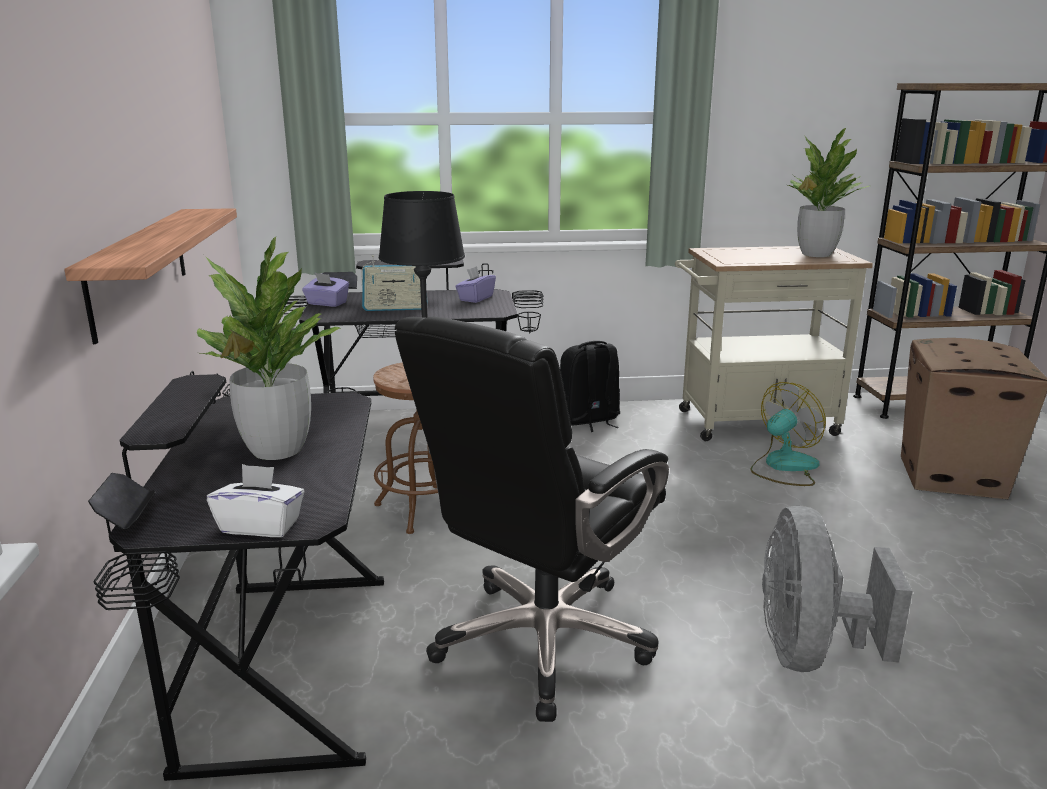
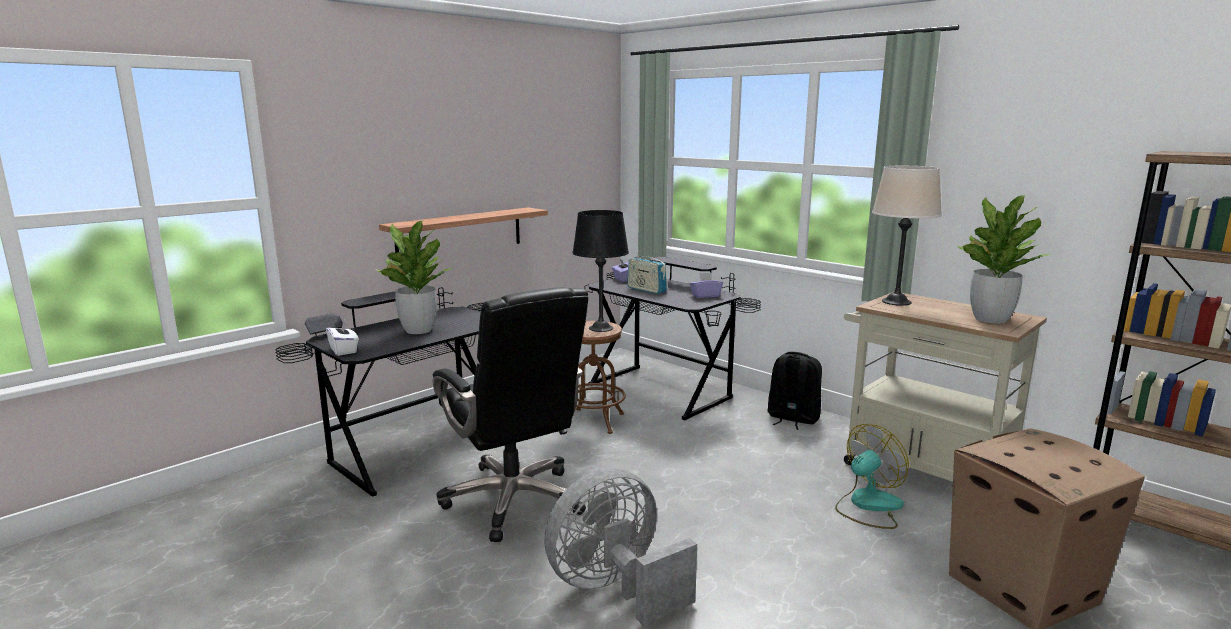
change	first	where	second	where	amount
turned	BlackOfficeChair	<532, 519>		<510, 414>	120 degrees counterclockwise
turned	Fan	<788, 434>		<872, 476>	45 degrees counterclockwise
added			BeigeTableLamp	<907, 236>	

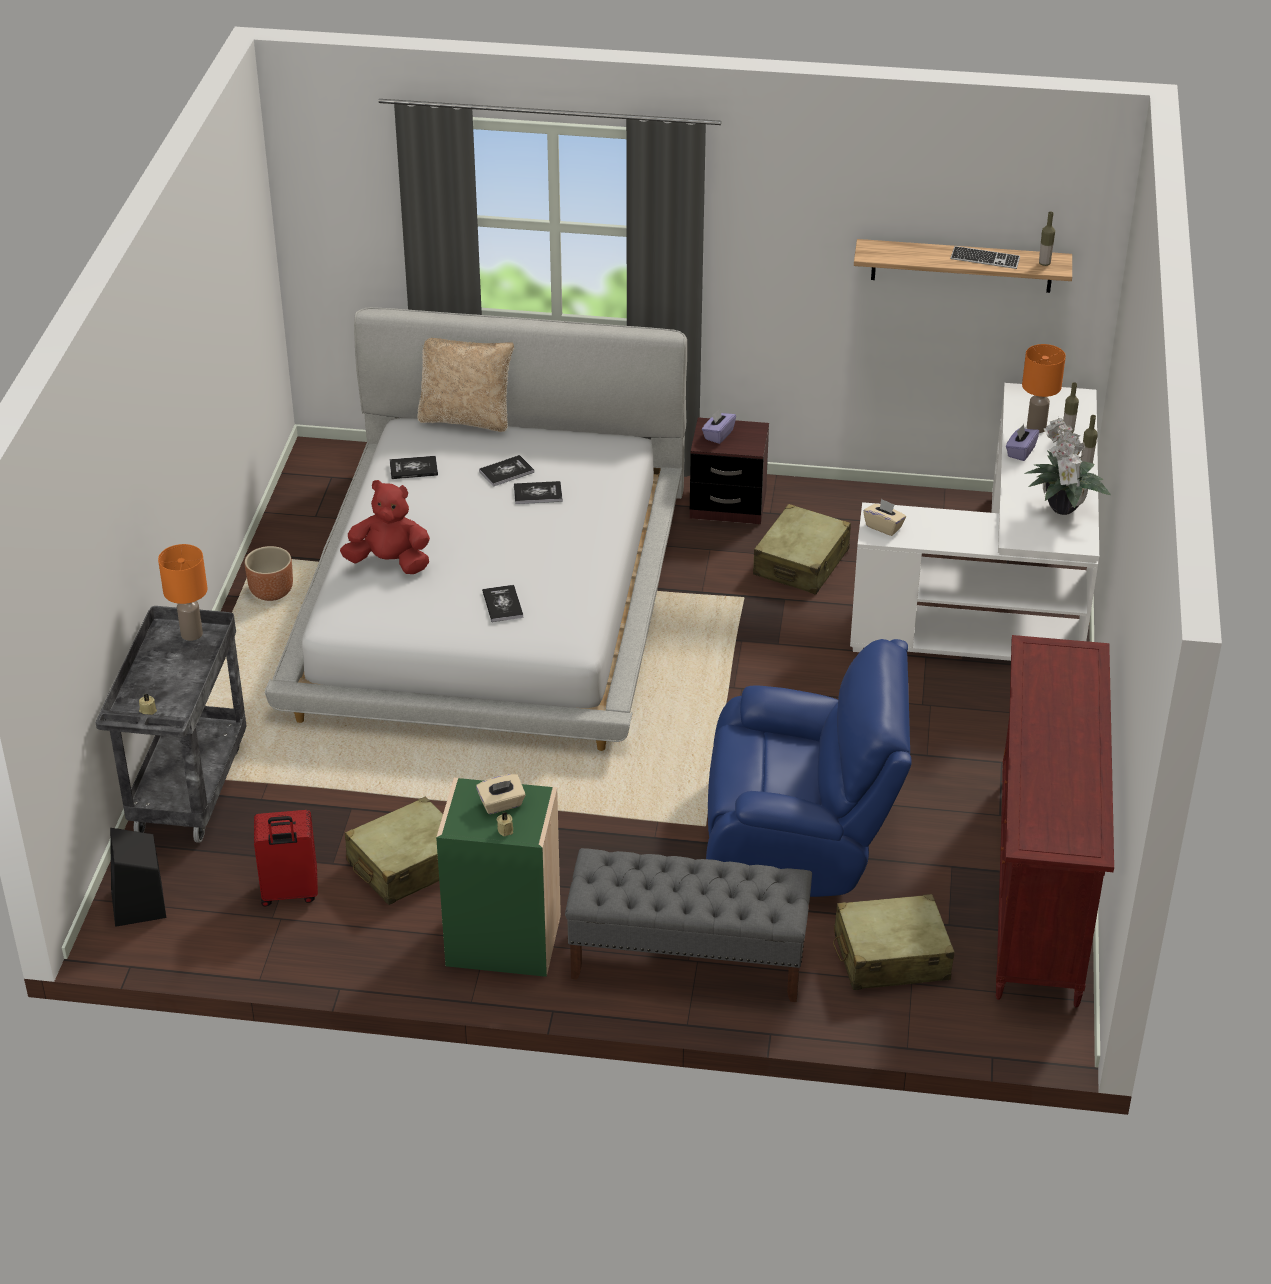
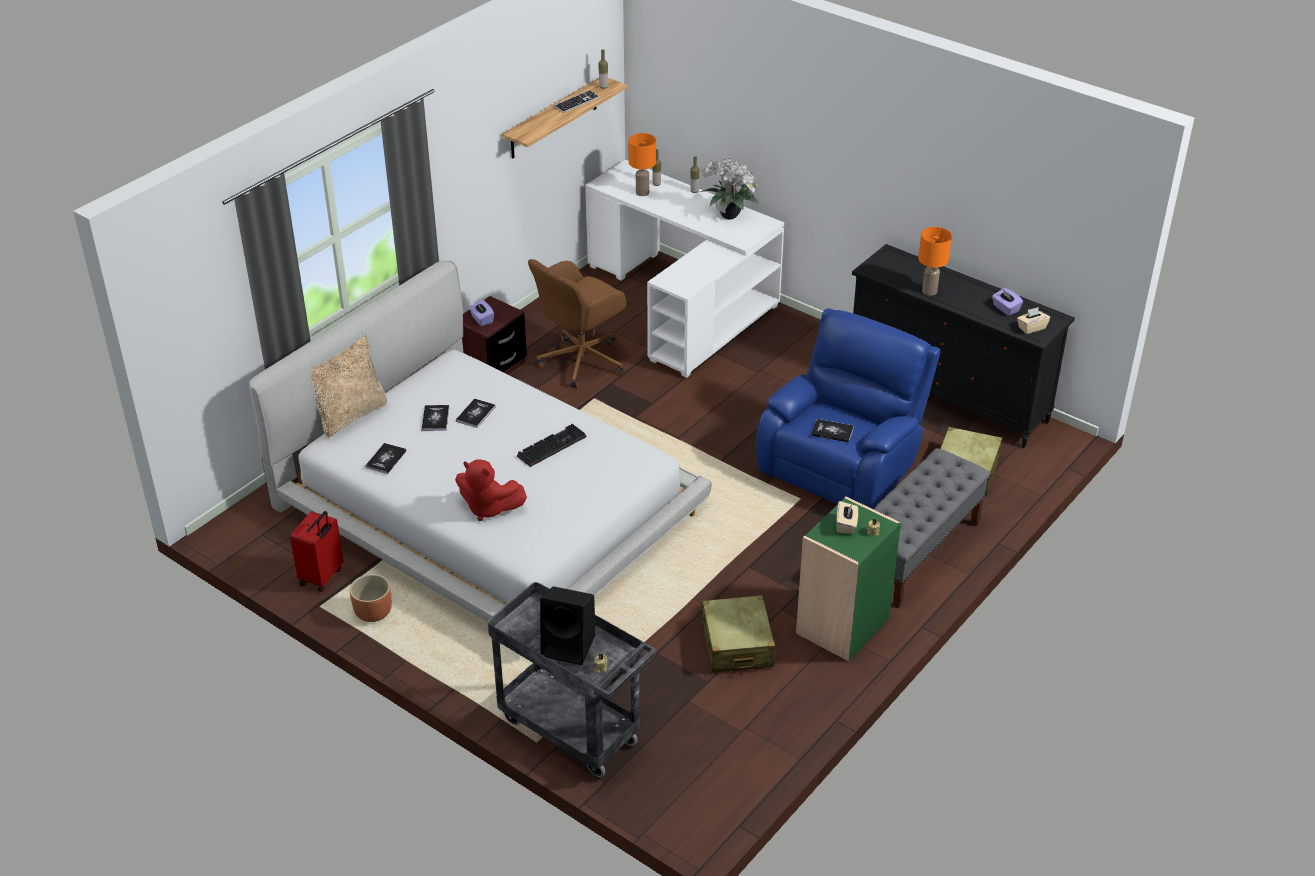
change	first	where	second	where	amount
moved	BlackSpeaker	<138, 877>		<567, 625>	
moved	OrangeTableLamp	<183, 592>		<935, 261>	
moved	RedSuitcase	<286, 858>		<316, 551>	
turned	RedPlushToy	<385, 527>		<491, 490>	105 degrees counterclockwise
moved	Book	<503, 603>		<832, 431>	
replaced	BeigeSuitcase	<802, 549>	BrownOfficeChair	<577, 323>	
moved	BeigeTissueBox	<884, 517>		<1033, 320>	
recoloured	RedDresser	<1054, 821>	BlackDresser	<963, 346>	
moved	PurpleTissueBox	<1022, 442>		<1007, 302>	
added			Keyboard	<551, 445>	

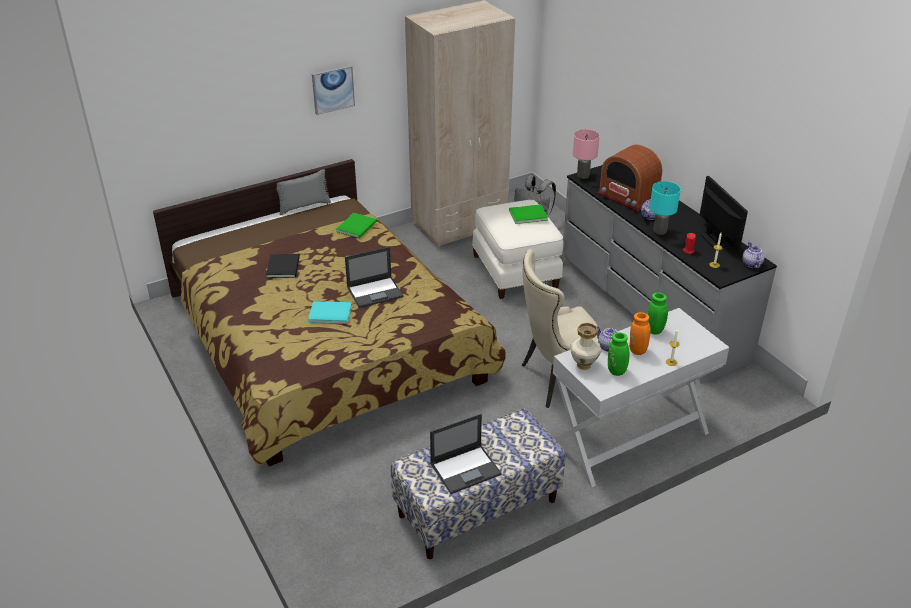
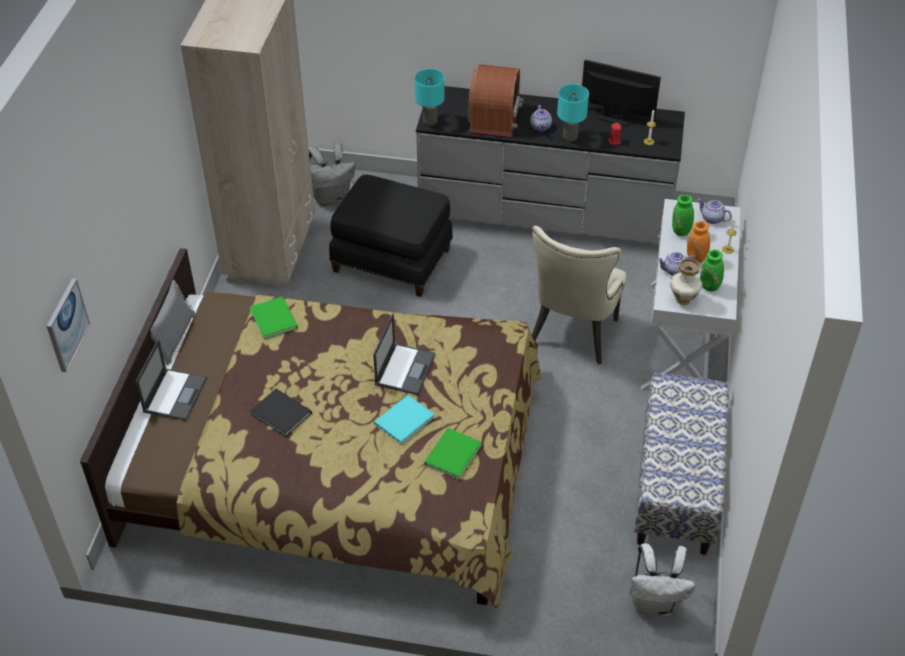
change	first	where	second	where	amount
moved	Picture	<333, 90>		<68, 325>	
moved	Laptop	<466, 454>		<171, 380>	
recoloured	WhiteOttoman	<518, 249>	BlackOttoman	<391, 236>	
moved	GreenBook	<528, 214>		<453, 453>	
recoloured	PinkTableLamp	<586, 154>	TurquoiseTableLamp	<430, 97>	
turned	Radio	<629, 178>		<495, 101>	75 degrees counterclockwise
moved	Teapot	<753, 255>		<715, 211>	
added			WhiteBackpack	<662, 579>	

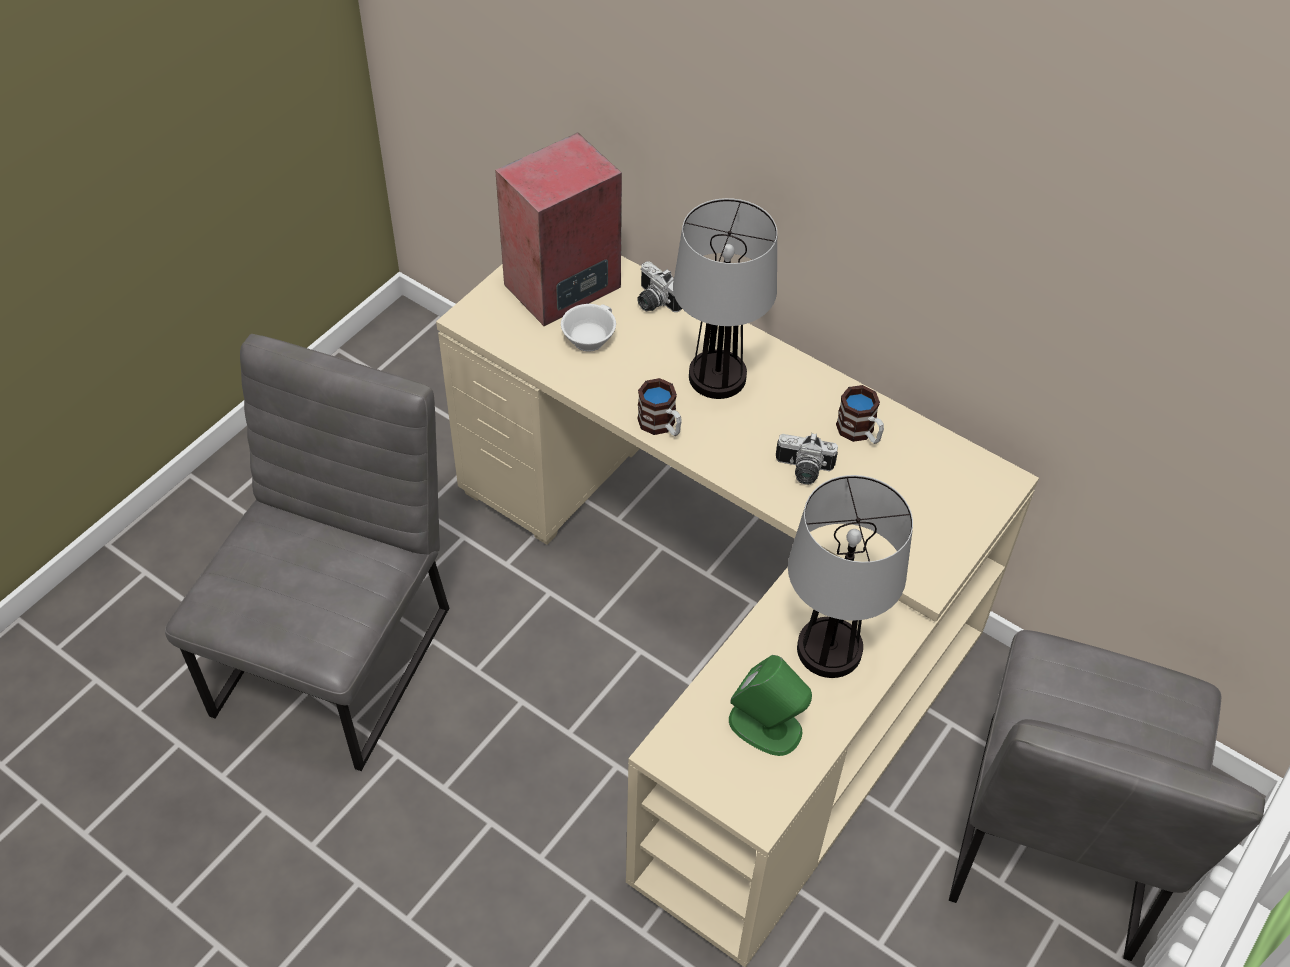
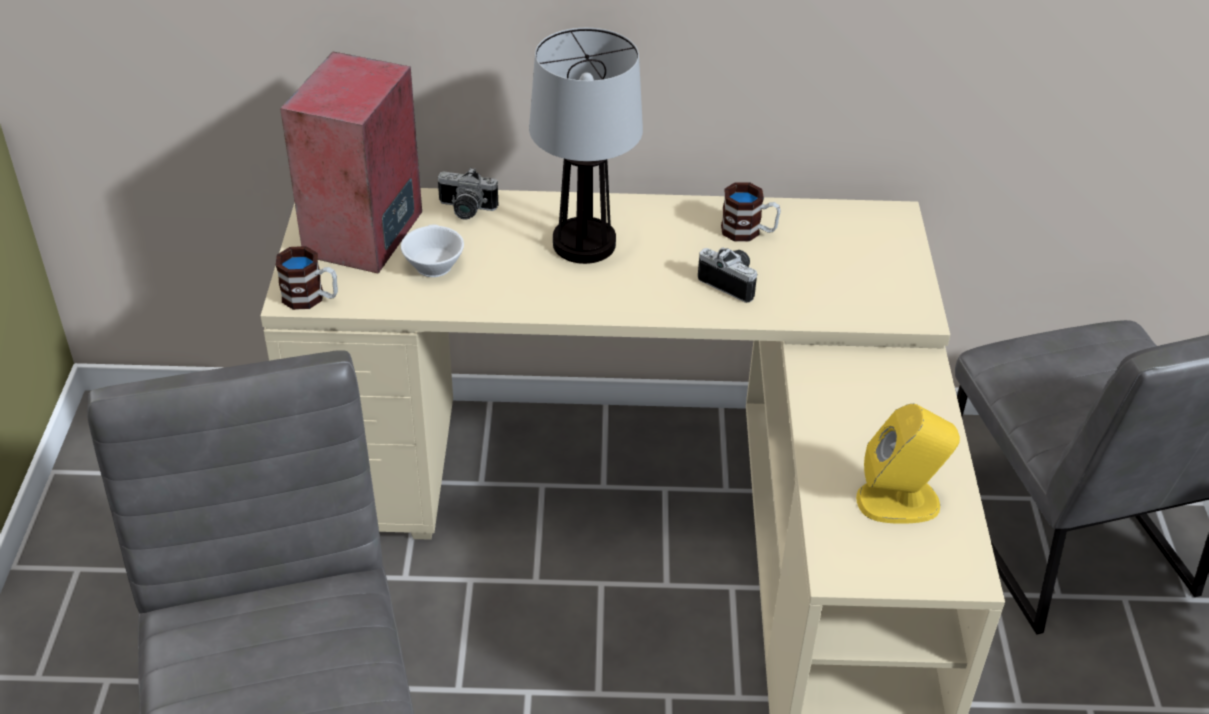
change	first	where	second	where	amount
moved	Mug	<659, 407>		<307, 278>	
recoloured	GreenSpeaker	<770, 705>	YellowSpeaker	<908, 464>	
turned	PhotoCamera	<807, 459>		<728, 275>	120 degrees counterclockwise
removed	TableLamp	<850, 576>			

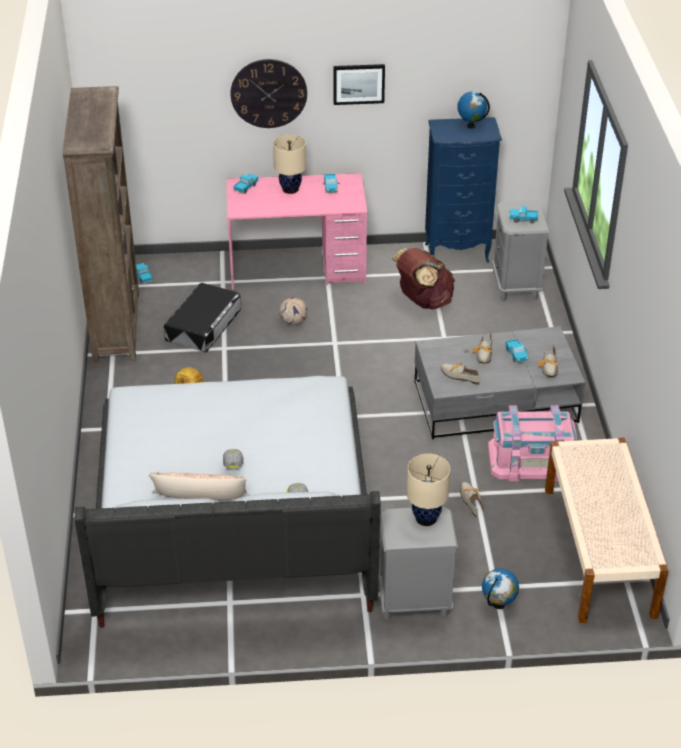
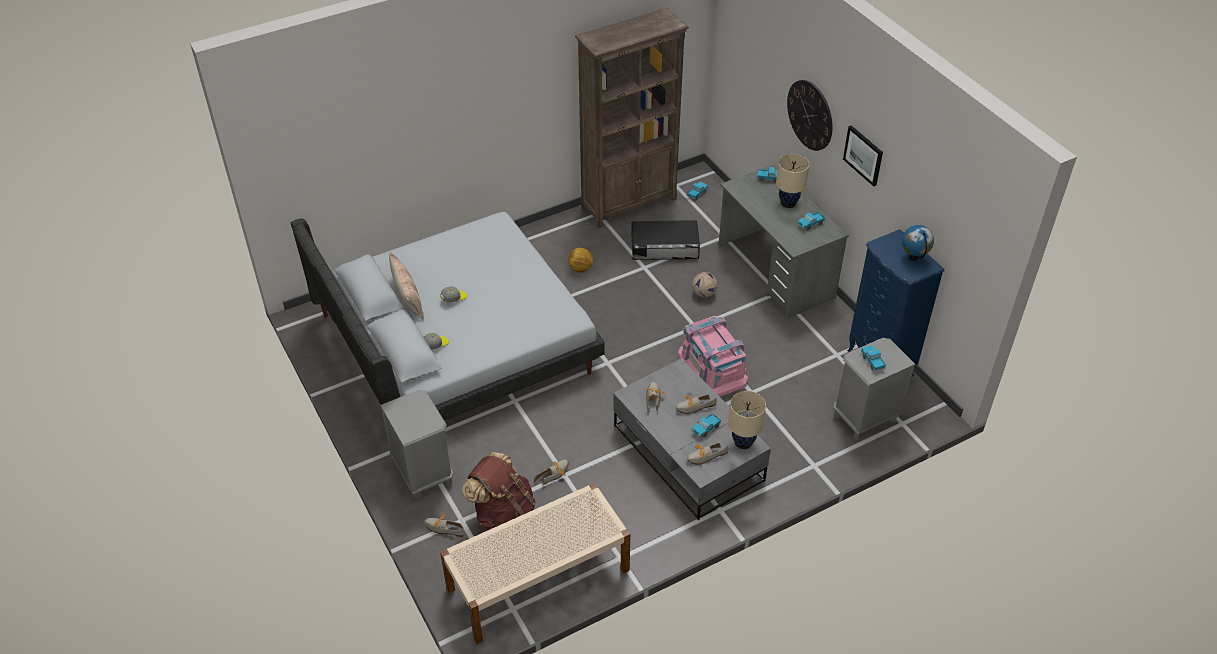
change	first	where	second	where	amount
recoloured	PinkDesk	<296, 231>	GreyDesk	<784, 241>	
moved	BrownBackpack	<423, 278>		<499, 491>	
moved	BeigeTableLamp	<428, 490>		<747, 420>	
replaced	Globe	<500, 588>	Shoe	<444, 525>	
moved	PinkStorageBox	<532, 443>		<713, 356>	

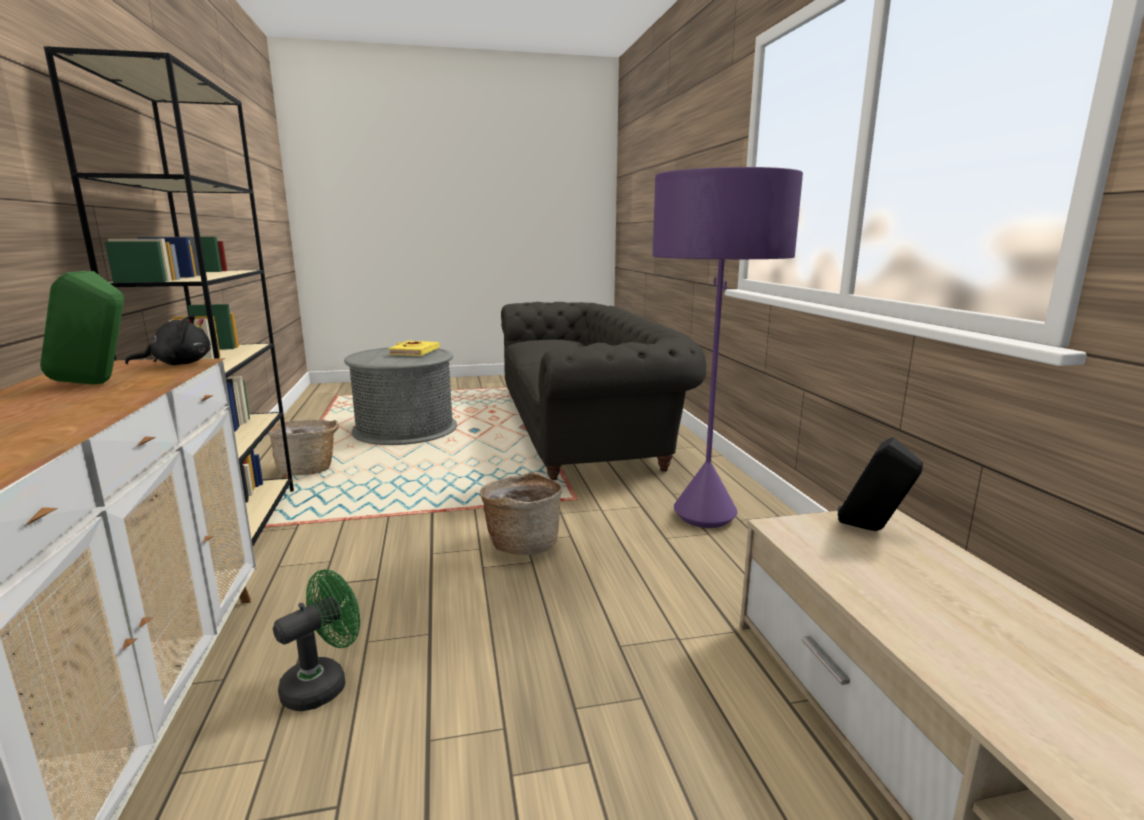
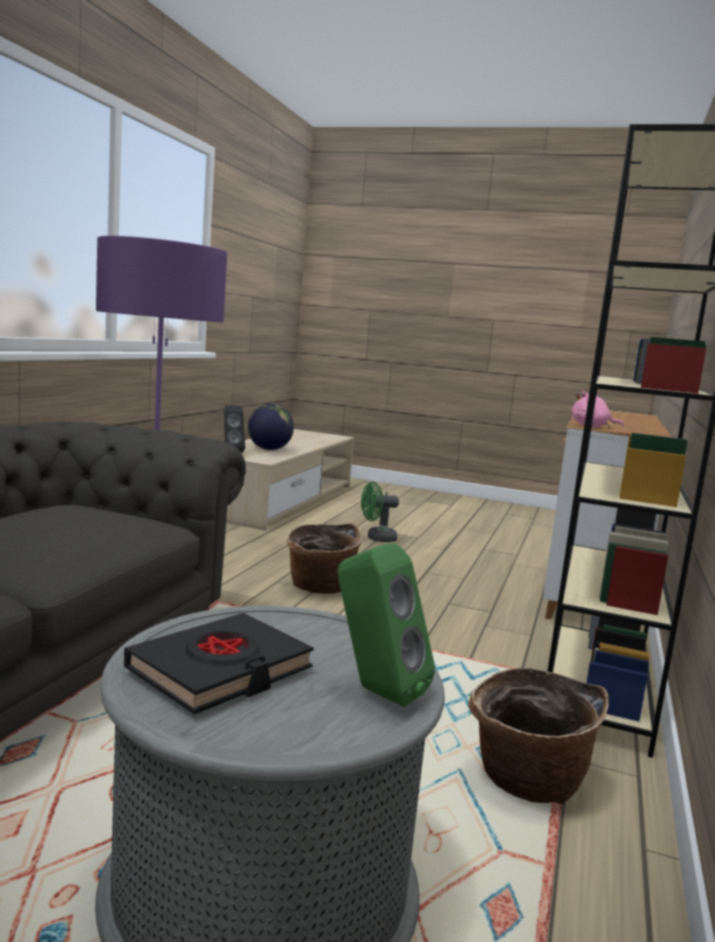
change	first	where	second	where	amount
moved	GreenSpeaker	<82, 327>		<386, 625>	
recoloured	BlackPlushToy	<168, 340>	PinkPlushToy	<598, 409>	
moved	GreenFan	<316, 640>		<380, 512>	
recoloured	YellowBook	<414, 348>	BlackBook	<219, 663>	
added			Globe	<271, 427>	

